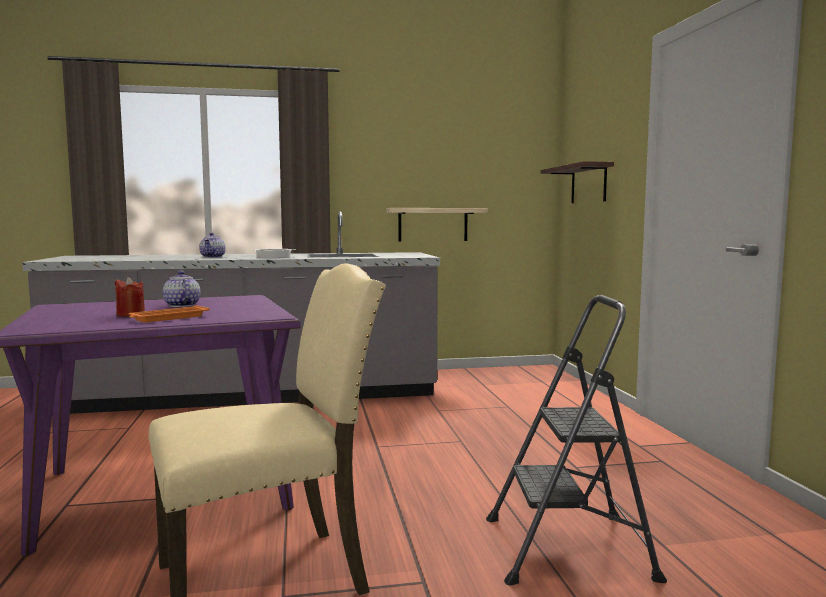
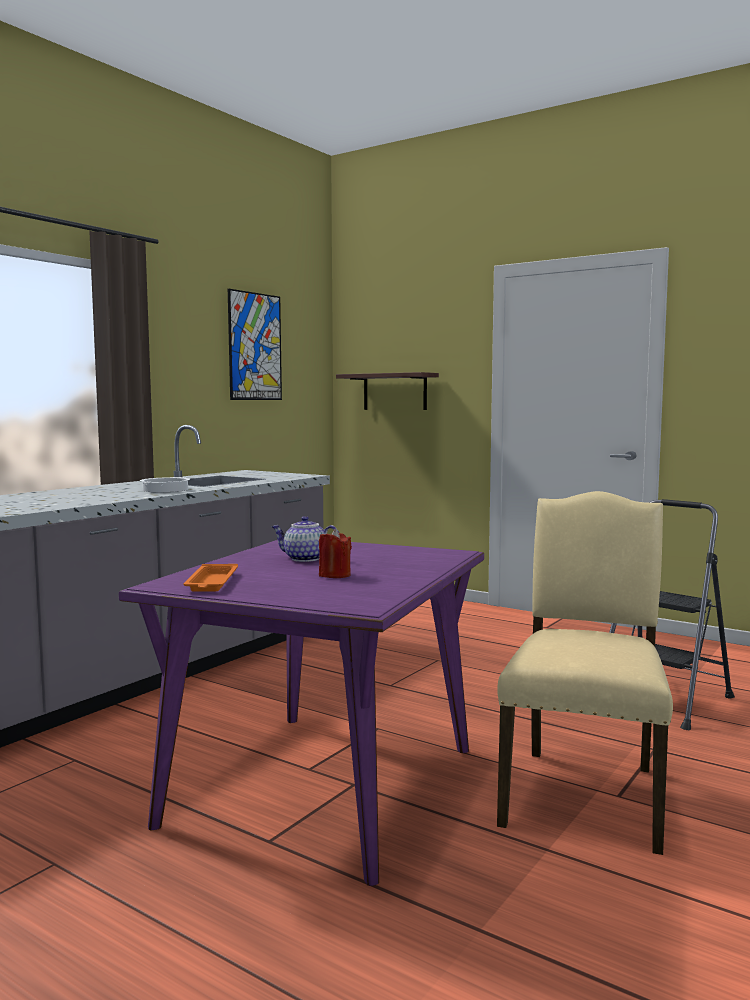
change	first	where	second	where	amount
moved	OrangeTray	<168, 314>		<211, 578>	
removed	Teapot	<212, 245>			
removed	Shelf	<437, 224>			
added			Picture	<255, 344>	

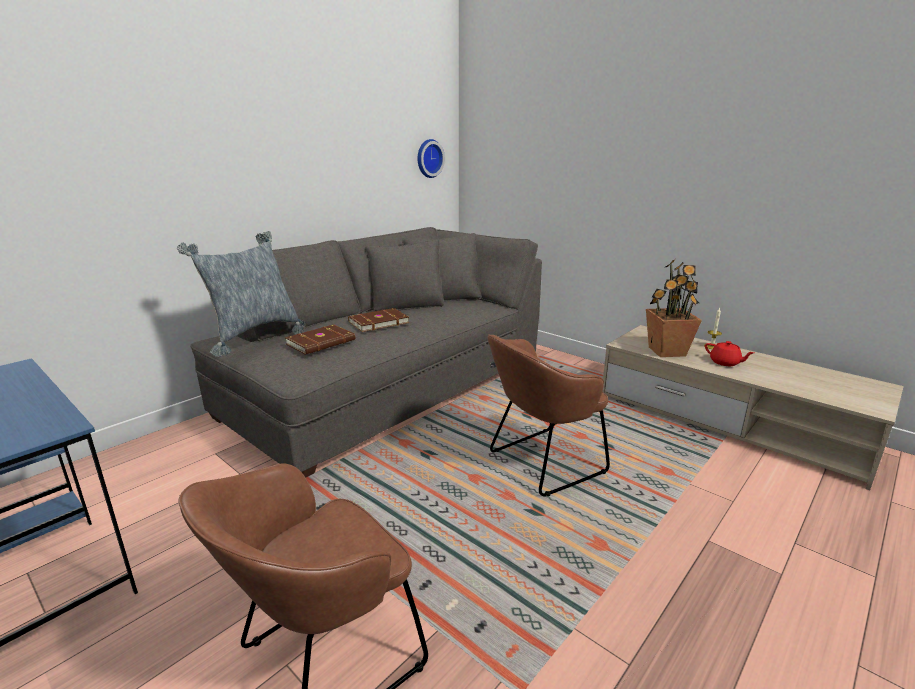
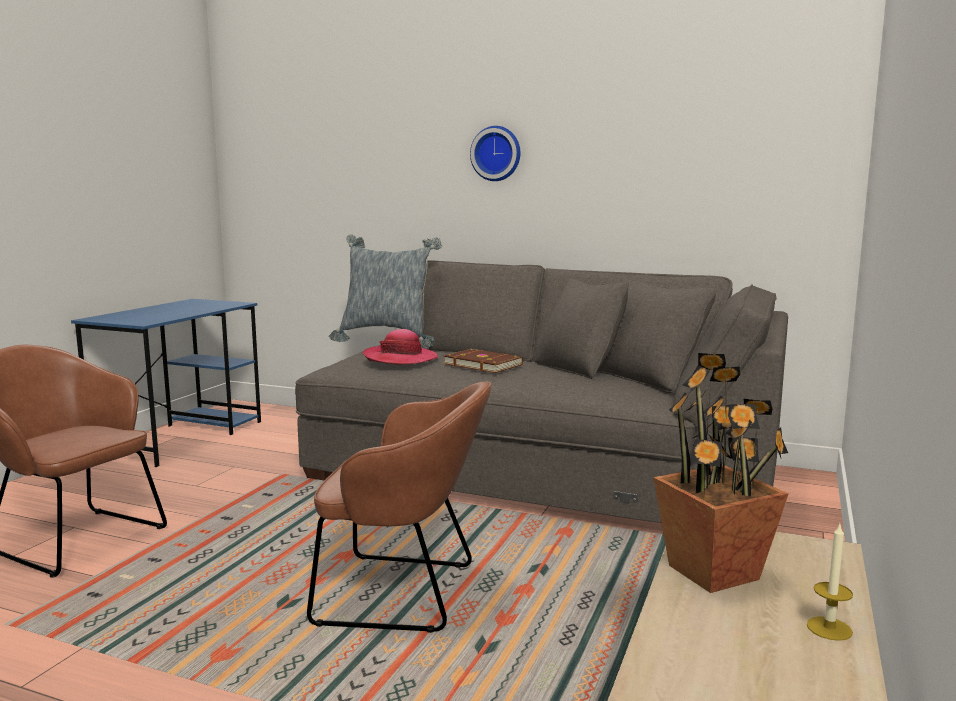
change	first	where	second	where	amount
replaced	BrownBook	<320, 339>	Hat	<400, 347>	
moved	WallClock	<431, 158>		<495, 153>	
turned	BrownArmchair	<549, 415>		<399, 507>	150 degrees clockwise
removed	RedTeapot	<729, 353>			

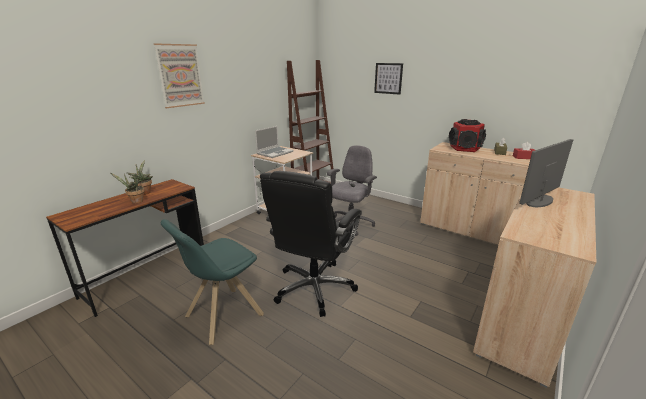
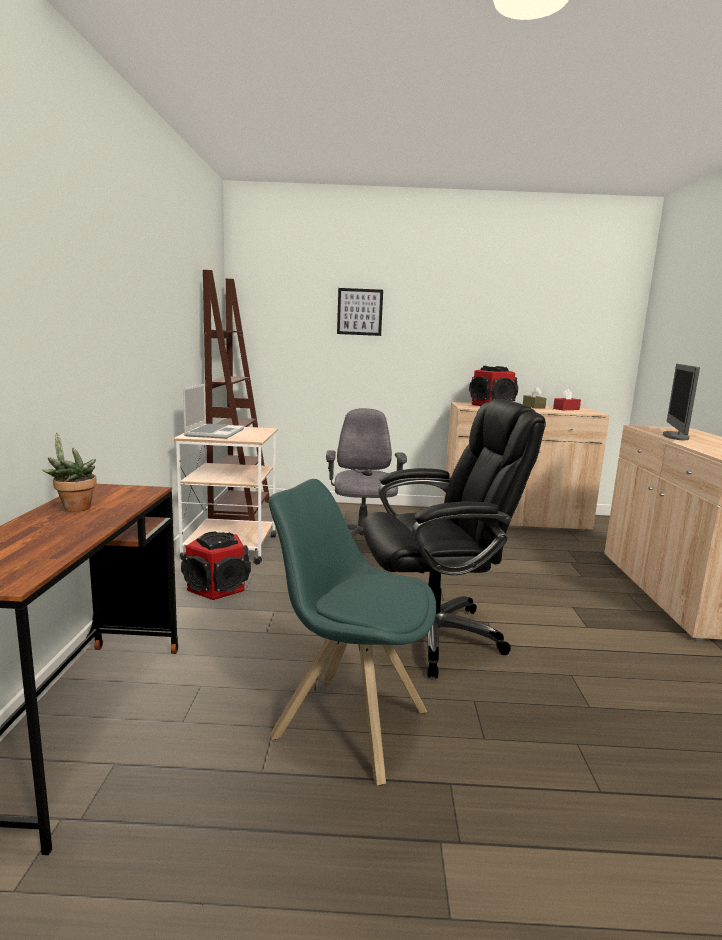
change	first	where	second	where	amount
removed	PottedPlant	<128, 188>			
removed	Picture	<179, 75>			
turned	TurquoiseChair	<212, 282>		<352, 632>	105 degrees clockwise
turned	BlackOfficeChair	<310, 244>		<454, 539>	90 degrees counterclockwise
added			Speaker	<216, 565>	

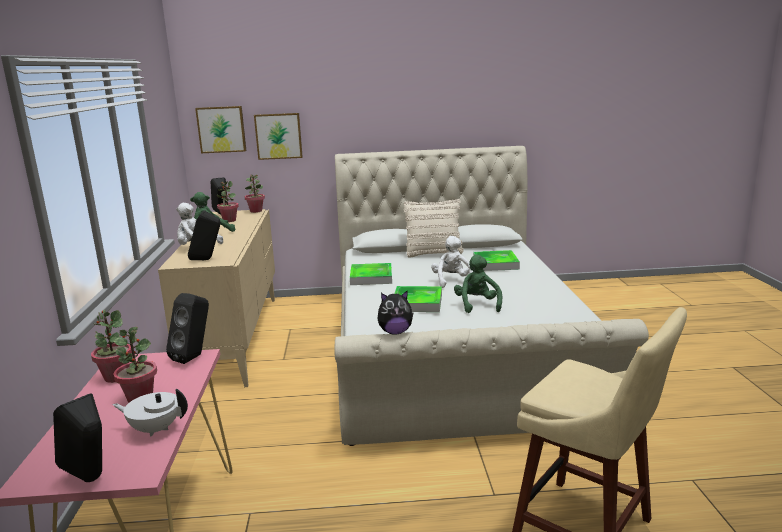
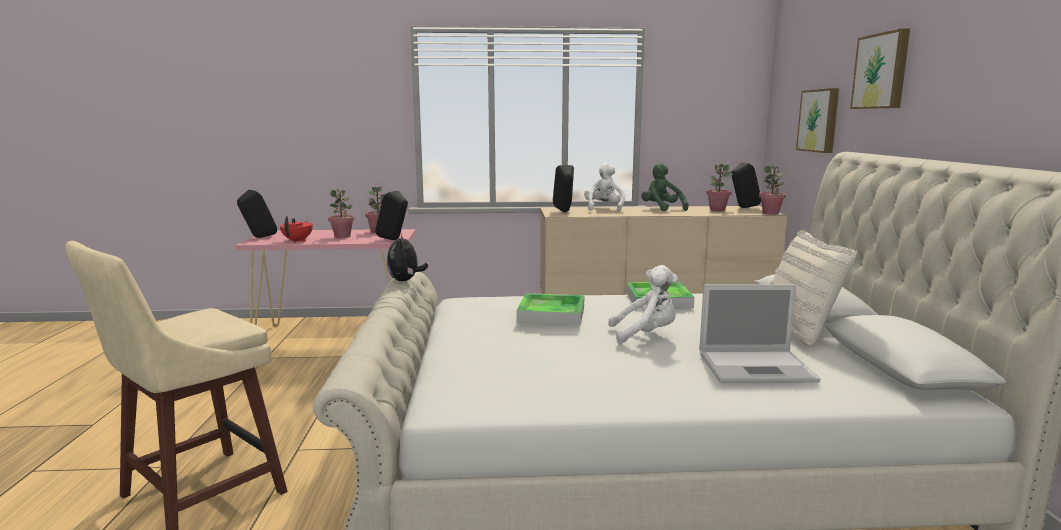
change	first	where	second	where	amount
recoloured	WhiteTeapot	<150, 412>	RedTeapot	<296, 229>	
moved	Picture	<220, 129>		<880, 68>	
removed	GreenPlushToy	<478, 283>			
replaced	Tray	<496, 260>	Laptop	<759, 334>	

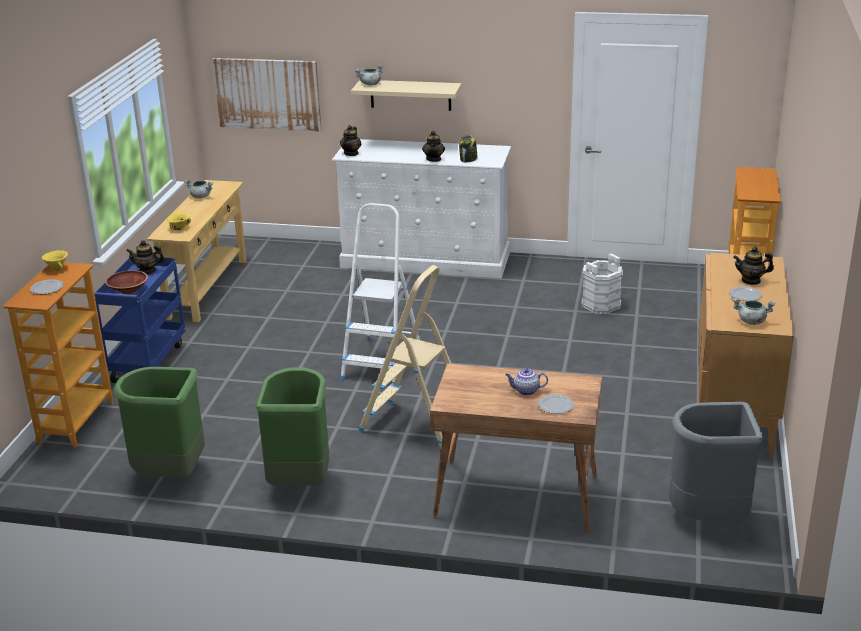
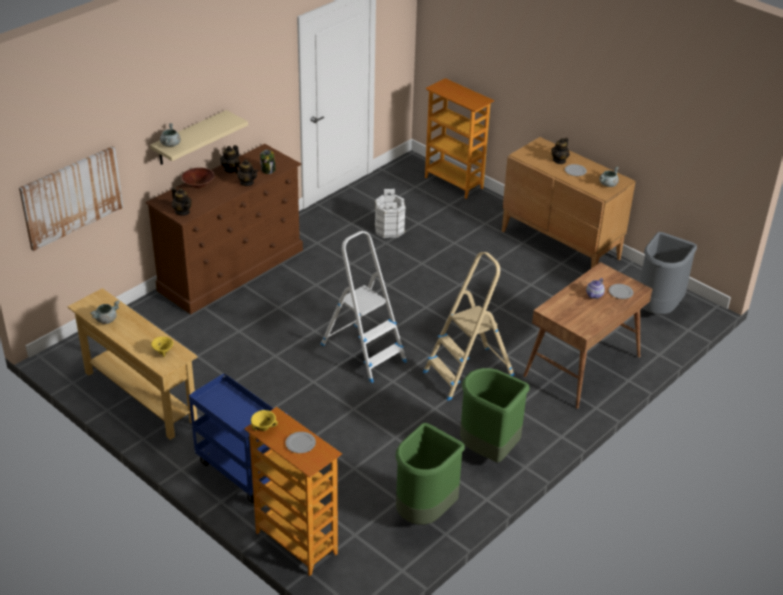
change	first	where	second	where	amount
moved	BrownBowl	<126, 282>		<198, 177>	
moved	Teapot	<145, 257>		<229, 159>	
recoloured	WhiteDresser	<421, 208>	BrownDresser	<224, 229>	

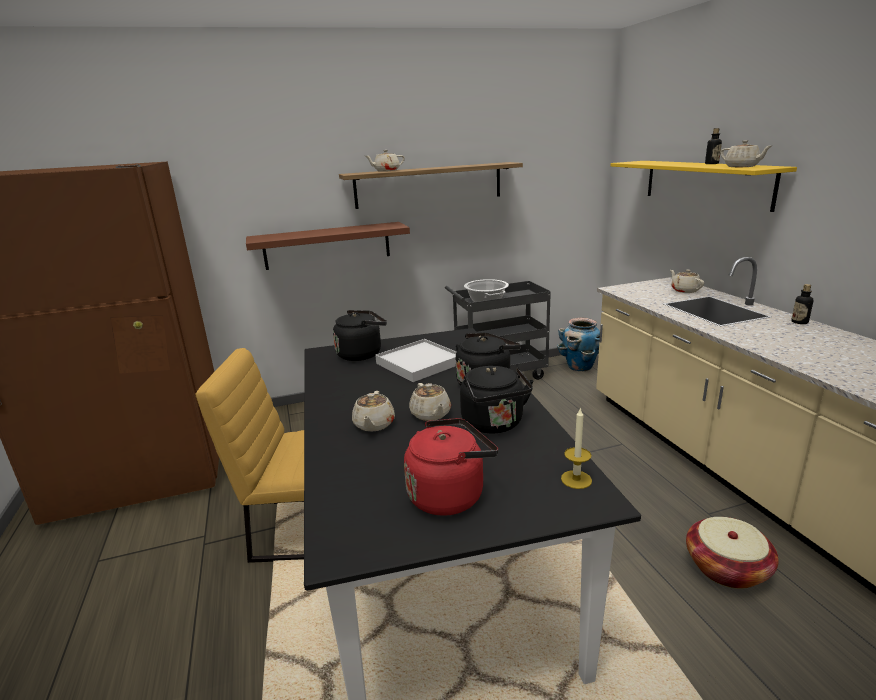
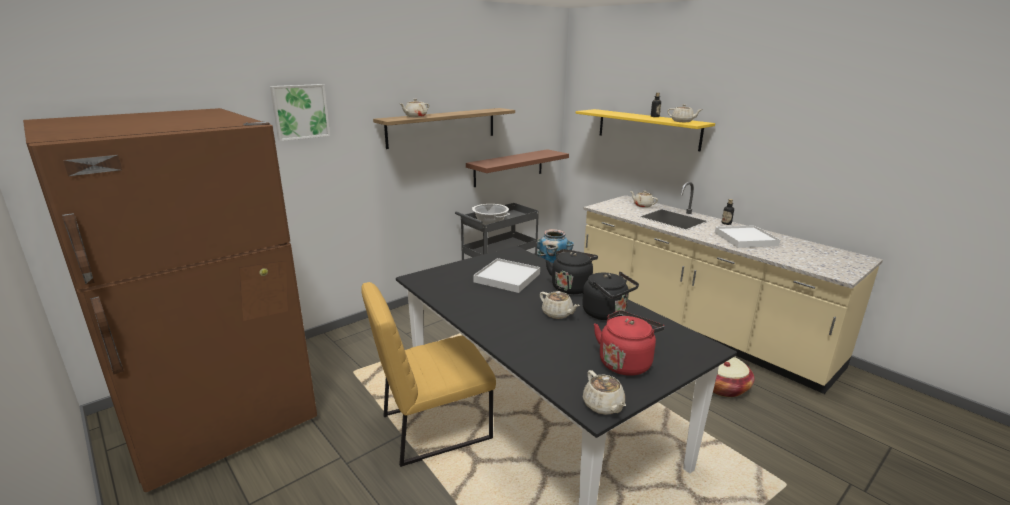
change	first	where	second	where	amount
moved	BrownShelf	<328, 246>		<517, 168>	
removed	BlackKettle	<360, 335>			
moved	BeigeTeapot	<373, 411>		<604, 392>	
removed	Candle	<576, 448>			
added			Picture	<300, 112>	
added			WhiteTray	<747, 236>	

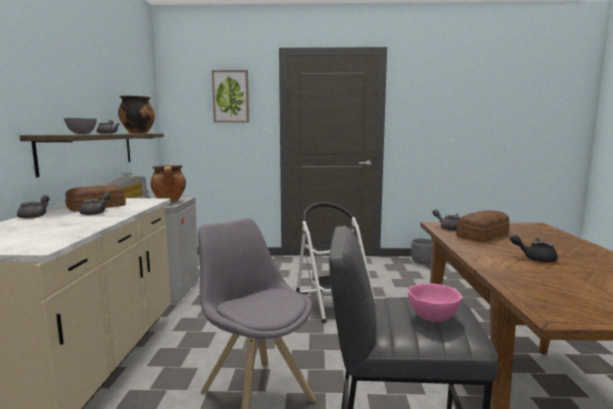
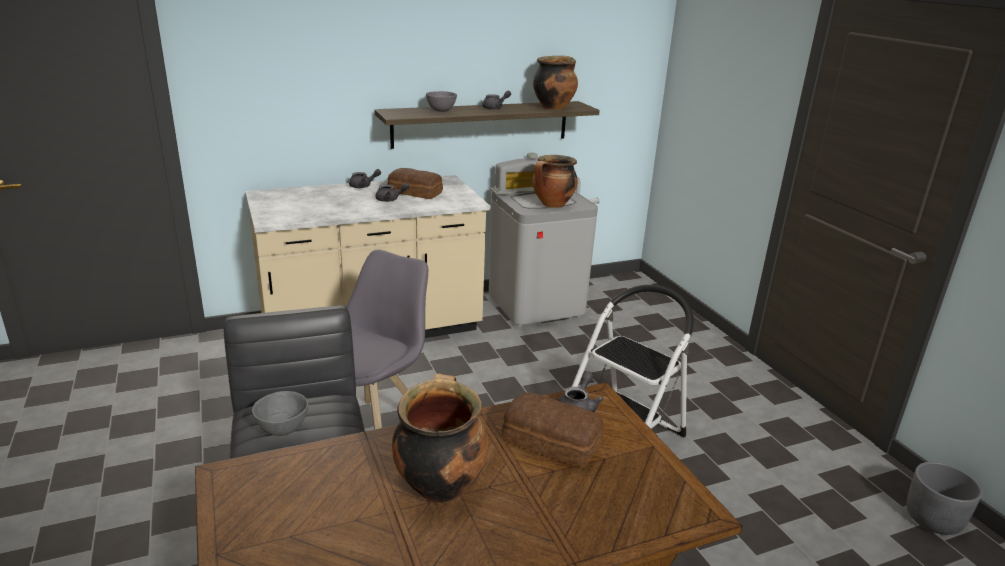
change	first	where	second	where	amount
removed	Picture	<230, 96>			
recoloured	PinkBowl	<435, 303>	GreyBowl	<280, 413>	
replaced	BlackTeapot	<534, 249>	CookingPot	<440, 438>	

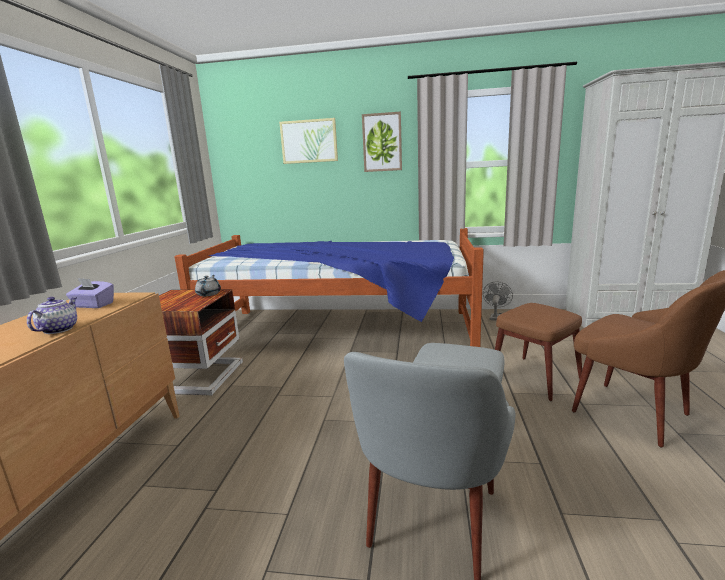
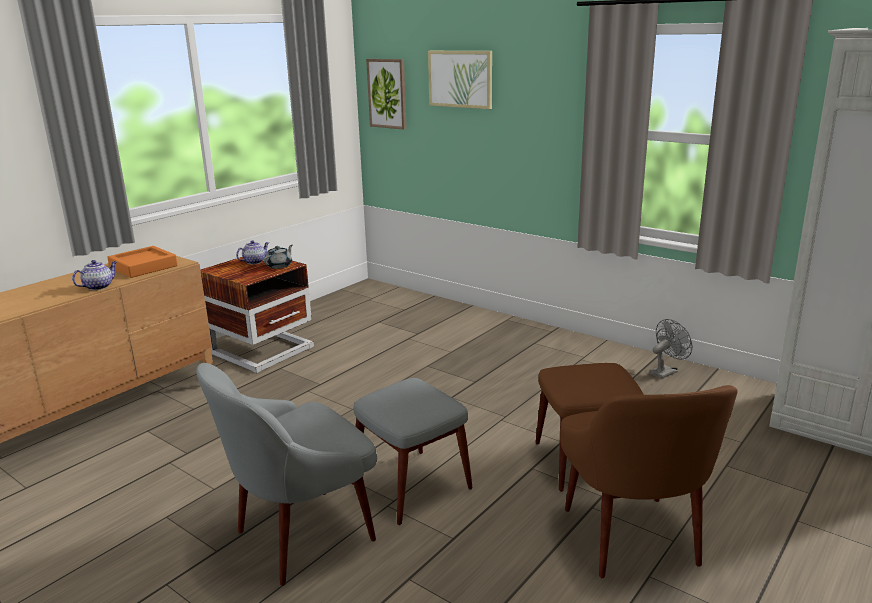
change	first	where	second	where	amount
replaced	PurpleTissueBox	<90, 293>	OrangeTray	<142, 262>	
removed	Bed	<329, 287>			
moved	Picture	<382, 141>		<386, 94>	
added			Teapot	<252, 252>	

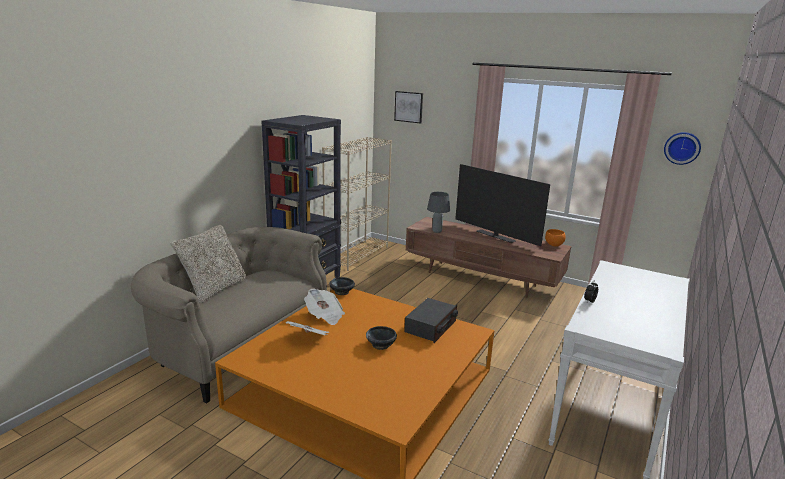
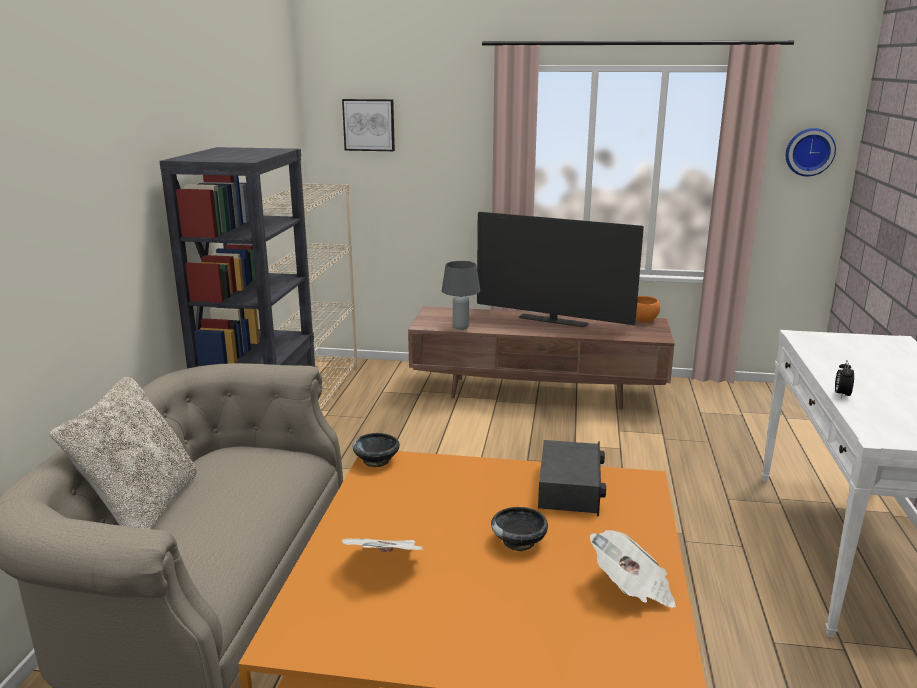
change	first	where	second	where	amount
moved	Newspaper	<324, 307>		<633, 569>	

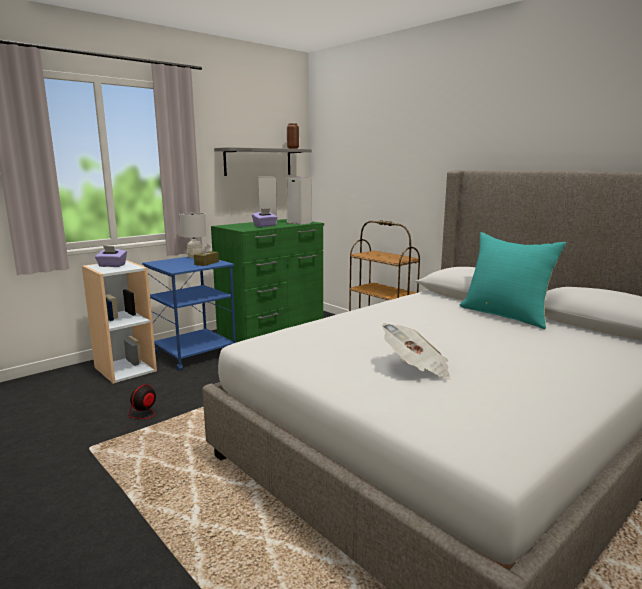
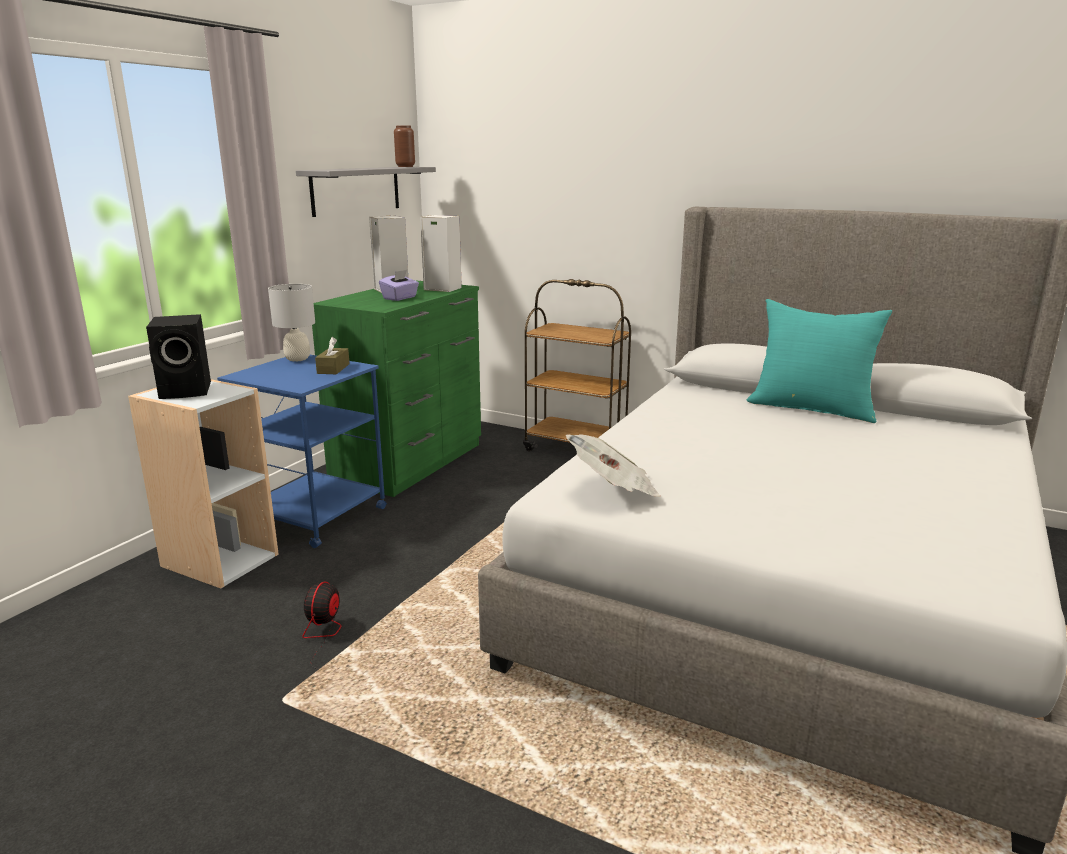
change	first	where	second	where	amount
replaced	PurpleTissueBox	<111, 256>	BlackSpeaker	<178, 356>	
moved	Newspaper	<416, 351>		<613, 465>	

